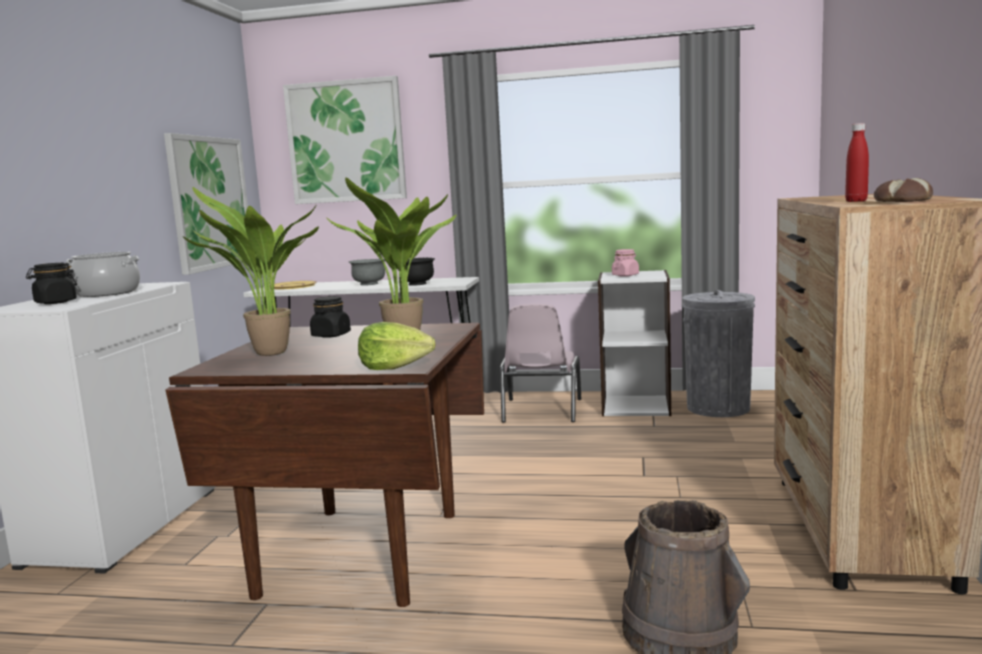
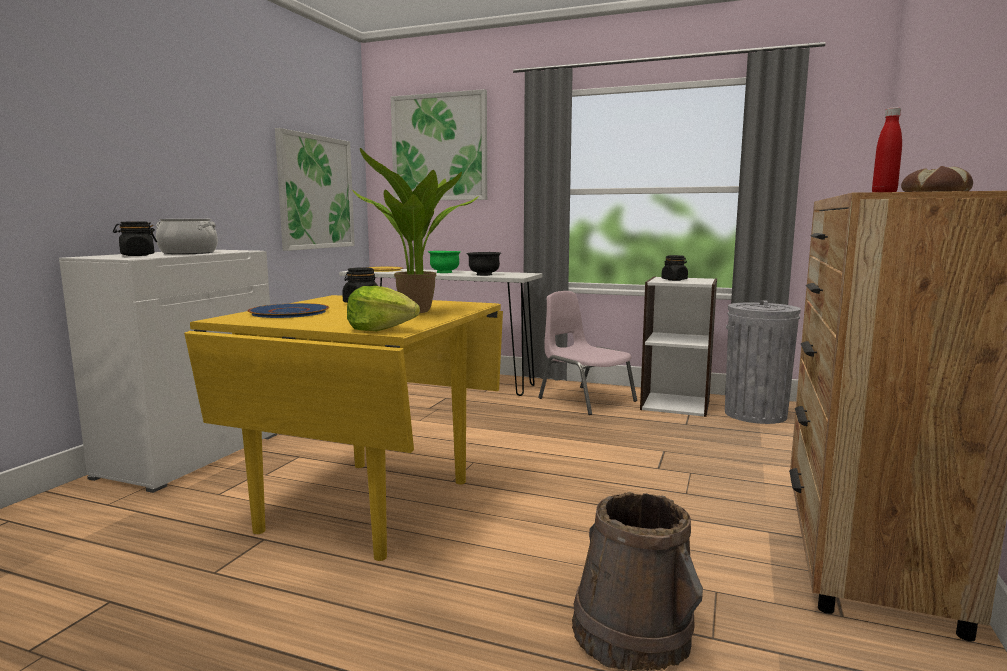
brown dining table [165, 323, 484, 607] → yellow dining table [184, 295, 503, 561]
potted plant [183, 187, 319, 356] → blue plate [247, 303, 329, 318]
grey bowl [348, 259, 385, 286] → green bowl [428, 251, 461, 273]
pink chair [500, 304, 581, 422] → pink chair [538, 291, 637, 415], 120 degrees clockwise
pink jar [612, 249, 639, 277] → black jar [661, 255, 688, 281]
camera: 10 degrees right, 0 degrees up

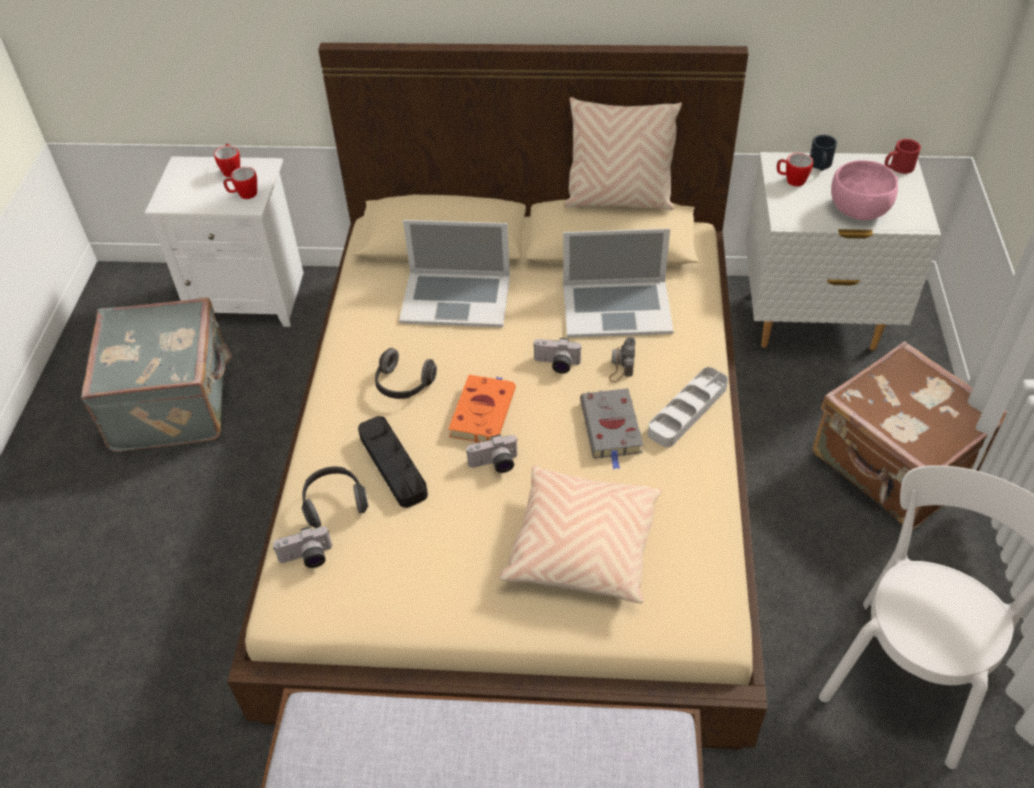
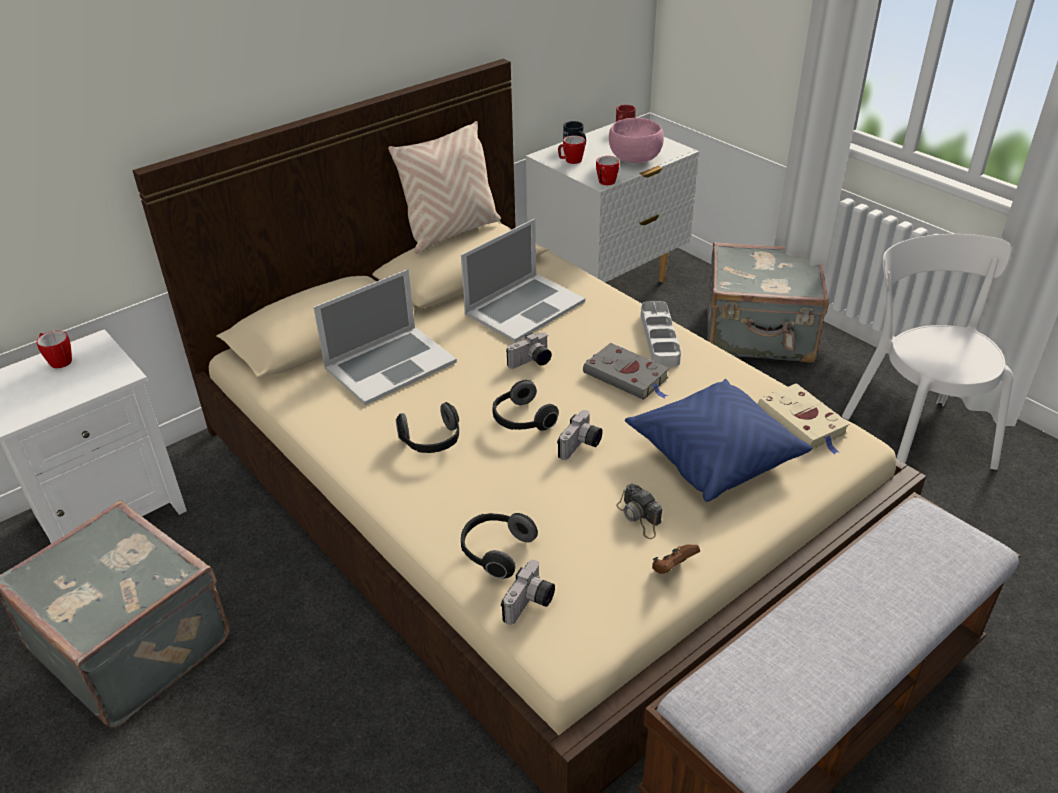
mug [223, 167, 257, 199] → mug [596, 156, 620, 185], moved
black tray [358, 416, 428, 508] → -
orange book [448, 375, 516, 443] → headphones [493, 380, 559, 431]
beige pillow [498, 465, 662, 603] → blue pillow [625, 379, 812, 502]
photo camera [609, 337, 635, 382] → photo camera [616, 483, 662, 539], moved
brown suitcase [812, 341, 1007, 530] → grey suitcase [707, 242, 829, 363]
- → brown game controller [652, 545, 700, 574]
- → beige book [758, 383, 850, 454]
camera: 45 degrees left, 10 degrees down

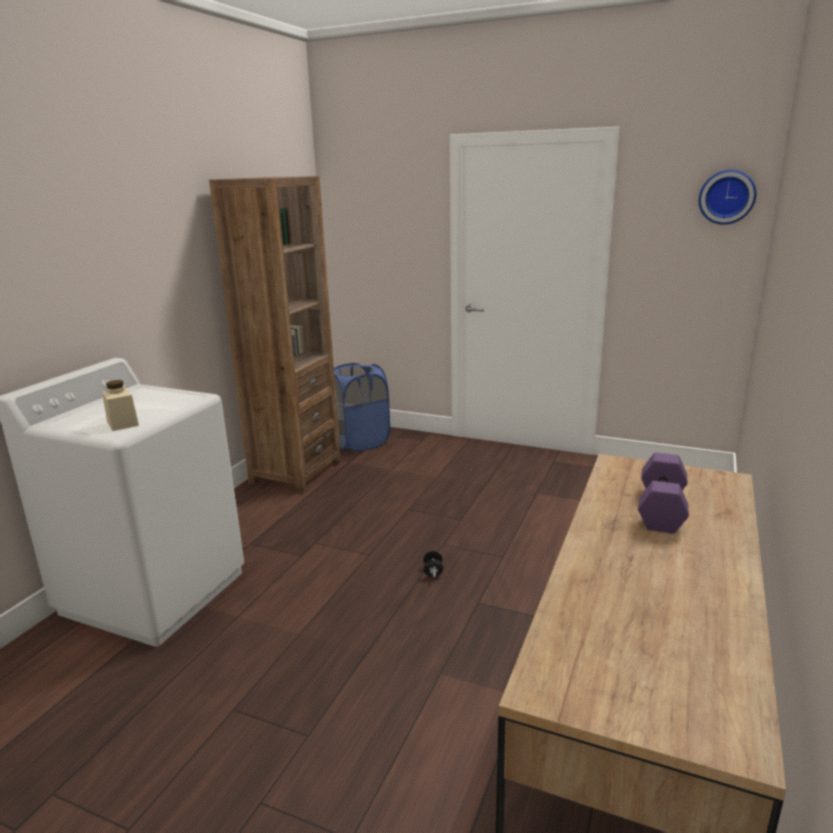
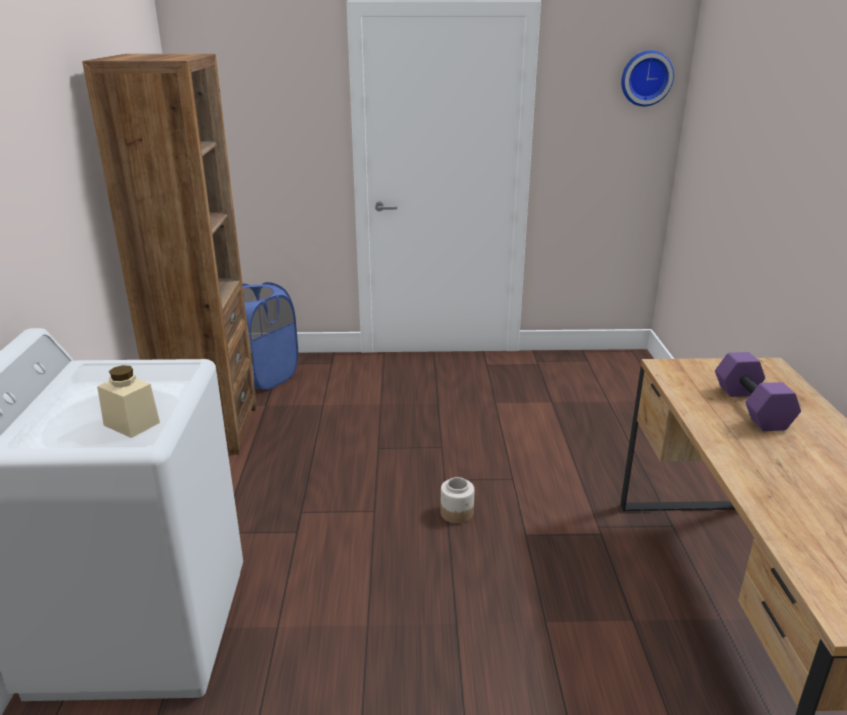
black dumbbell [423, 551, 443, 577] → jar [440, 477, 475, 524]
camera: 25 degrees left, 5 degrees up

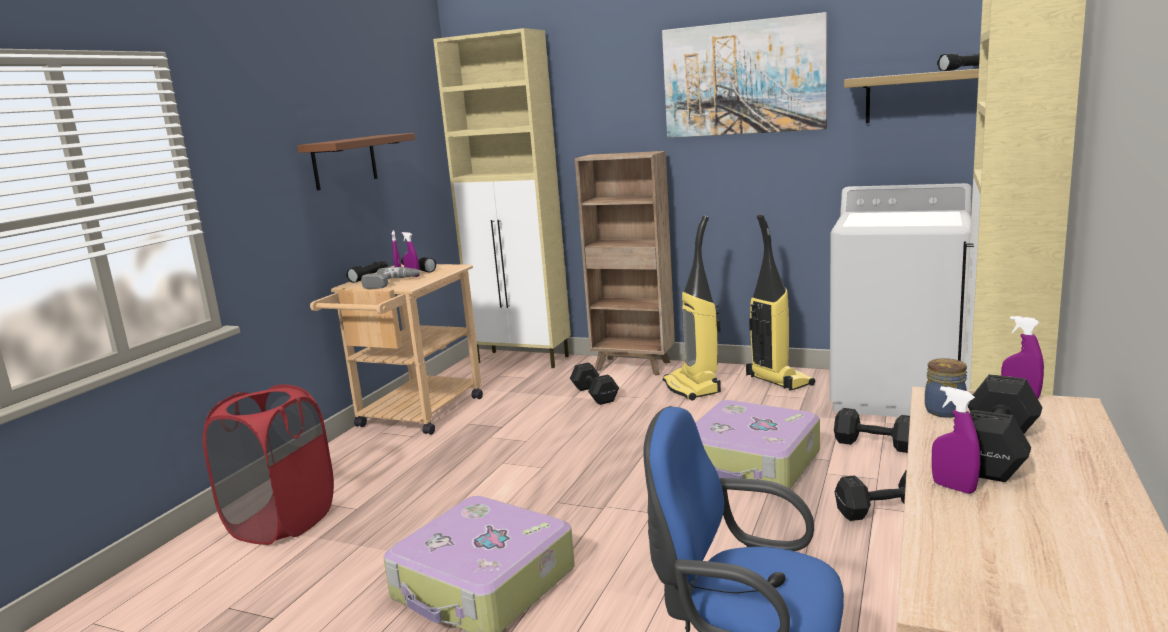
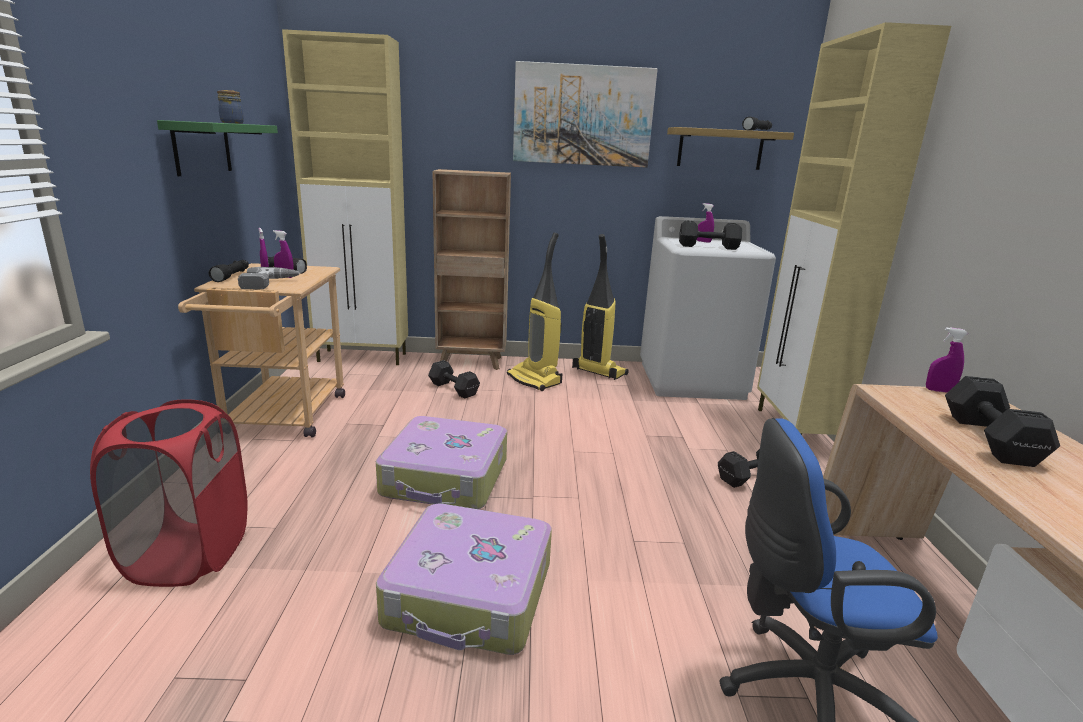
brown shelf [297, 133, 415, 190] → green shelf [157, 120, 278, 176]
suitcase [695, 400, 820, 489] → suitcase [376, 416, 507, 509], moved
black dumbbell [834, 408, 910, 453] → black dumbbell [679, 220, 742, 250], moved
jar [925, 358, 967, 418] → jar [217, 90, 244, 124], moved
purple spray bottle [932, 386, 980, 494] → purple spray bottle [697, 203, 714, 243], moved
camera: 25 degrees left, 5 degrees up

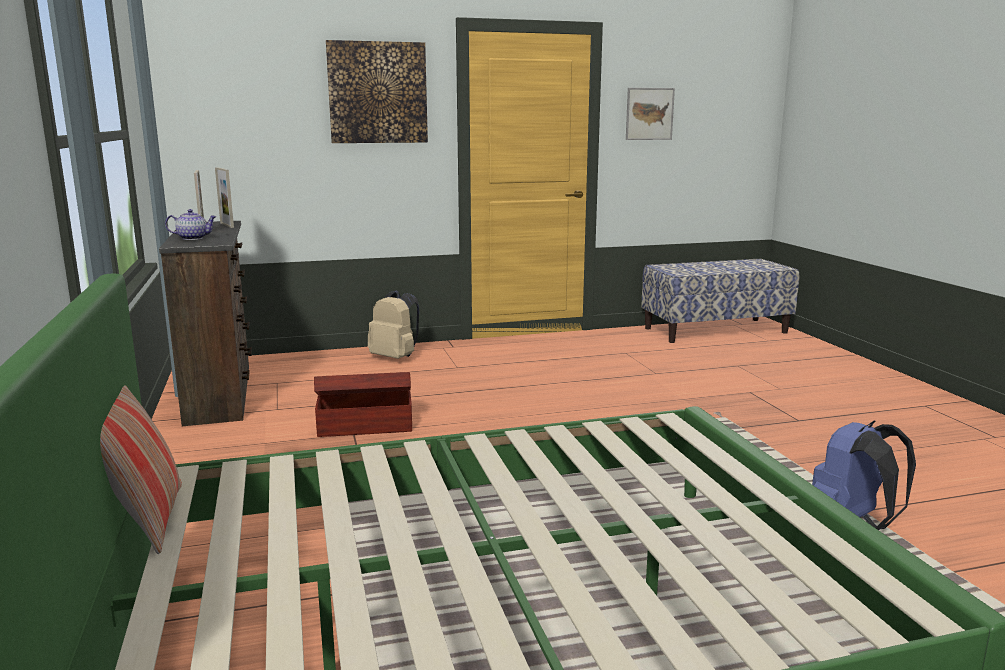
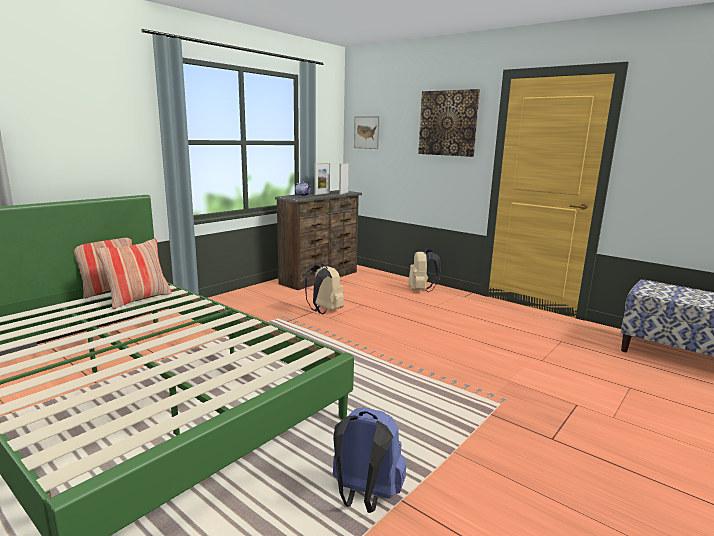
brown storage box [314, 372, 412, 437] → beige backpack [305, 264, 344, 315]
picture [626, 88, 675, 140] → picture [354, 116, 380, 149], moved
- → pillow [96, 239, 172, 309]
camera: 55 degrees right, 0 degrees up

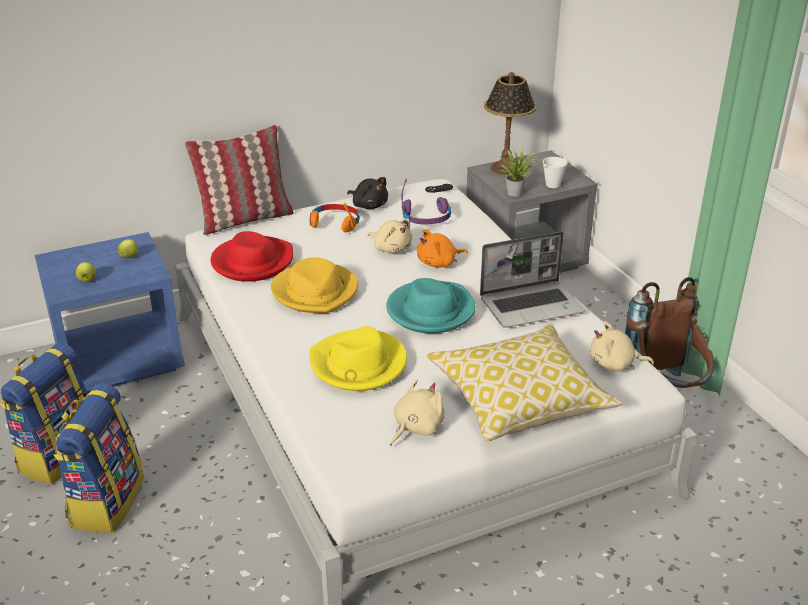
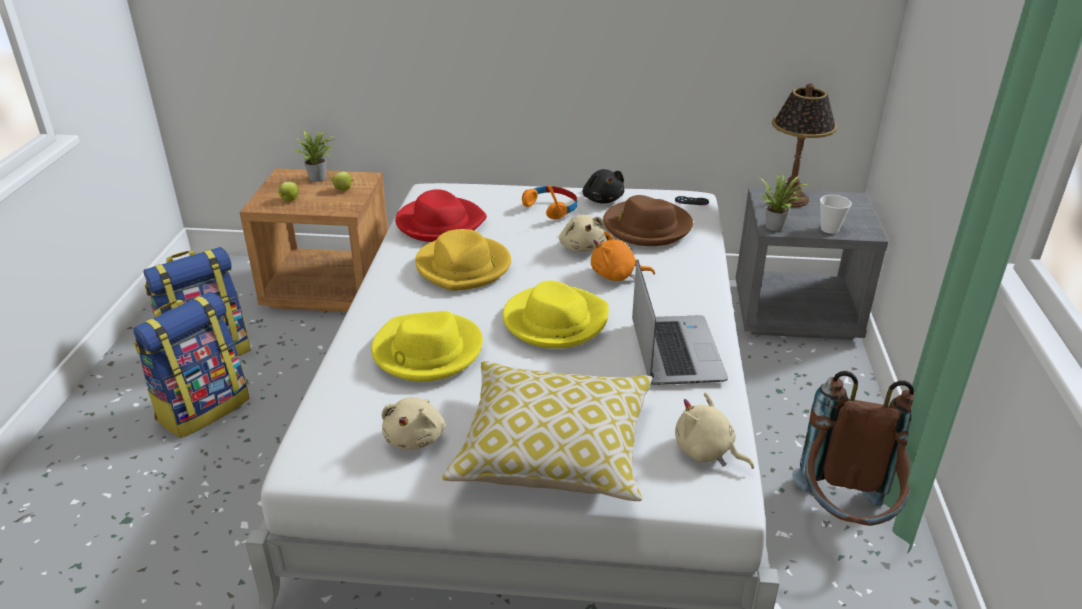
blue nightstand [35, 232, 185, 393] → brown nightstand [240, 168, 388, 312]
pillow [185, 125, 294, 235] → -
turquoise hat [386, 278, 476, 334] → yellow hat [503, 281, 609, 348]
beige plush toy [390, 379, 444, 446] → beige plush toy [382, 397, 445, 450], 120 degrees clockwise
purple headphones [402, 179, 451, 224] → brown hat [603, 195, 693, 246]
laptop [480, 231, 585, 328] → laptop [632, 260, 728, 385], 105 degrees counterclockwise
- → potted plant [294, 130, 336, 182]
camera: 30 degrees right, 0 degrees up

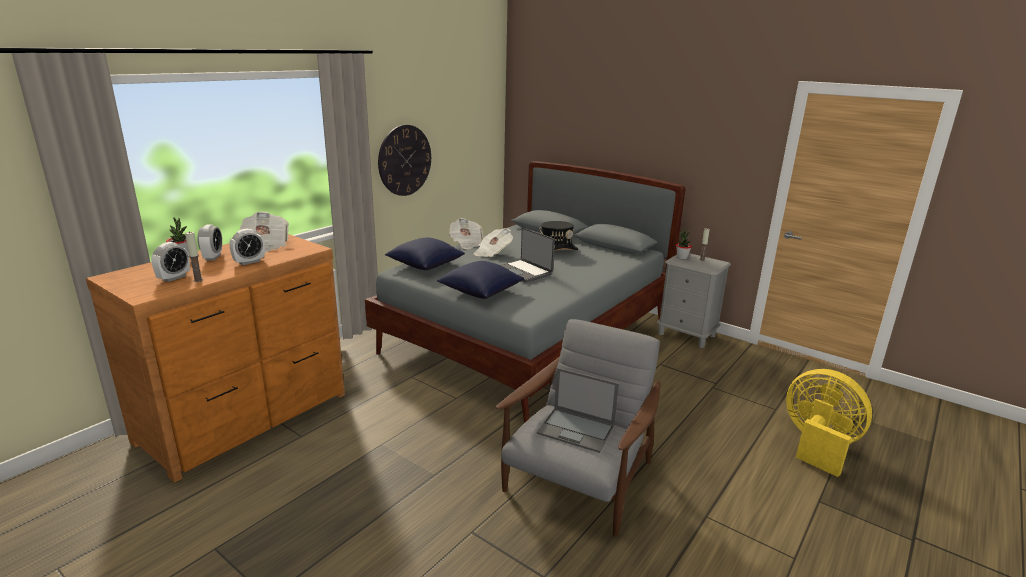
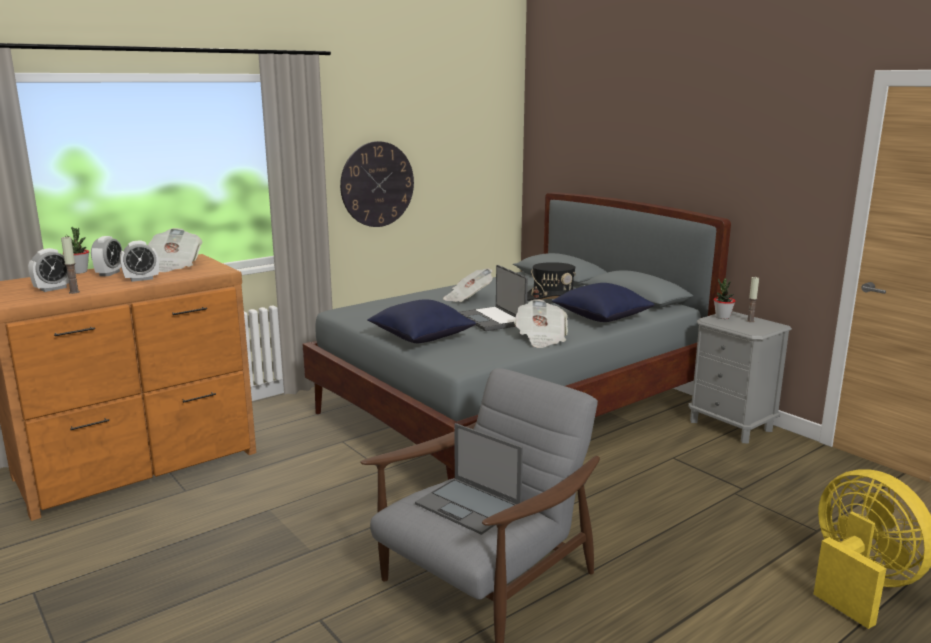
blue pillow [385, 238, 465, 270] → blue pillow [552, 283, 655, 322], moved
newspaper [449, 218, 483, 249] → newspaper [514, 299, 568, 348], moved
camera: 15 degrees right, 5 degrees down

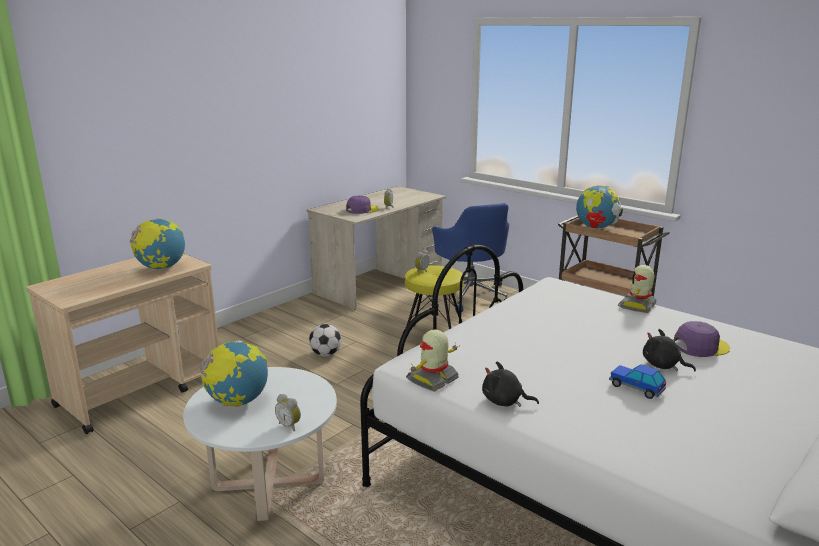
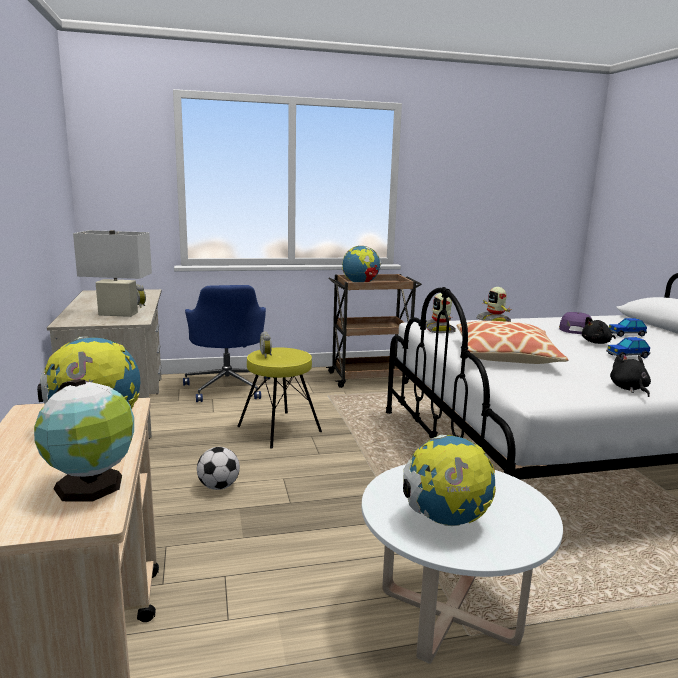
alarm clock [275, 394, 301, 431] → -
purple cap [346, 196, 379, 214] → white table lamp [73, 230, 152, 317]
toy robot [406, 329, 460, 392] → toy robot [426, 293, 456, 333], moved
blue office chair [428, 203, 509, 312] → blue office chair [183, 285, 270, 402], 60 degrees clockwise
black plush toy [482, 361, 539, 407] → black plush toy [610, 355, 651, 397], 120 degrees clockwise
- → globe [34, 379, 134, 502]
- → pillow [457, 321, 568, 364]
- → toy car [609, 318, 647, 337]
camera: 55 degrees left, 5 degrees down

